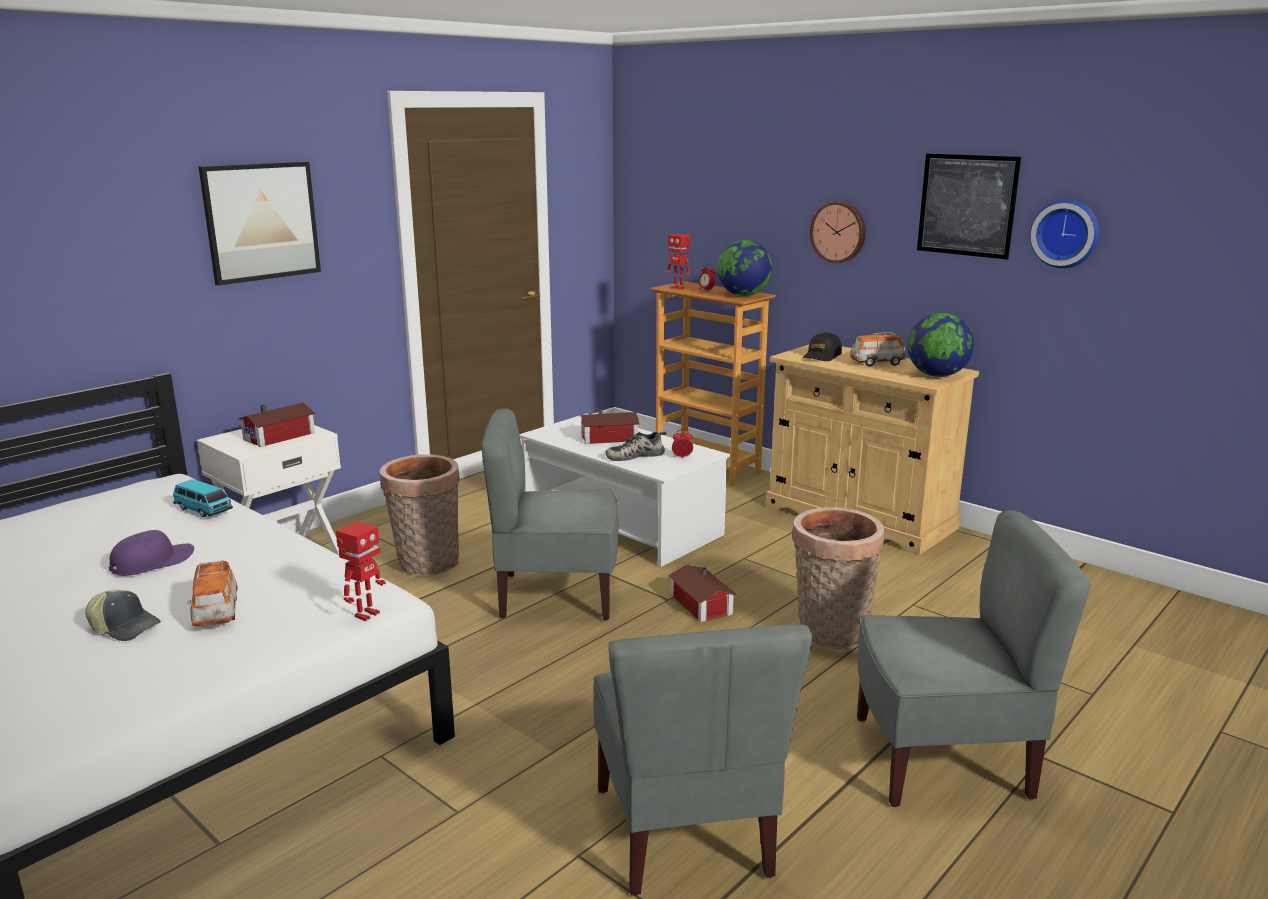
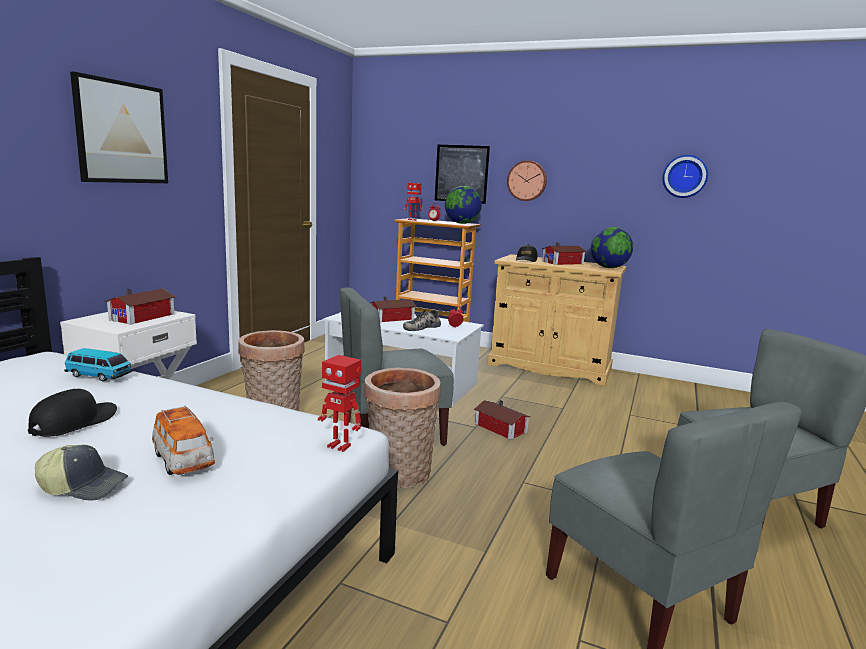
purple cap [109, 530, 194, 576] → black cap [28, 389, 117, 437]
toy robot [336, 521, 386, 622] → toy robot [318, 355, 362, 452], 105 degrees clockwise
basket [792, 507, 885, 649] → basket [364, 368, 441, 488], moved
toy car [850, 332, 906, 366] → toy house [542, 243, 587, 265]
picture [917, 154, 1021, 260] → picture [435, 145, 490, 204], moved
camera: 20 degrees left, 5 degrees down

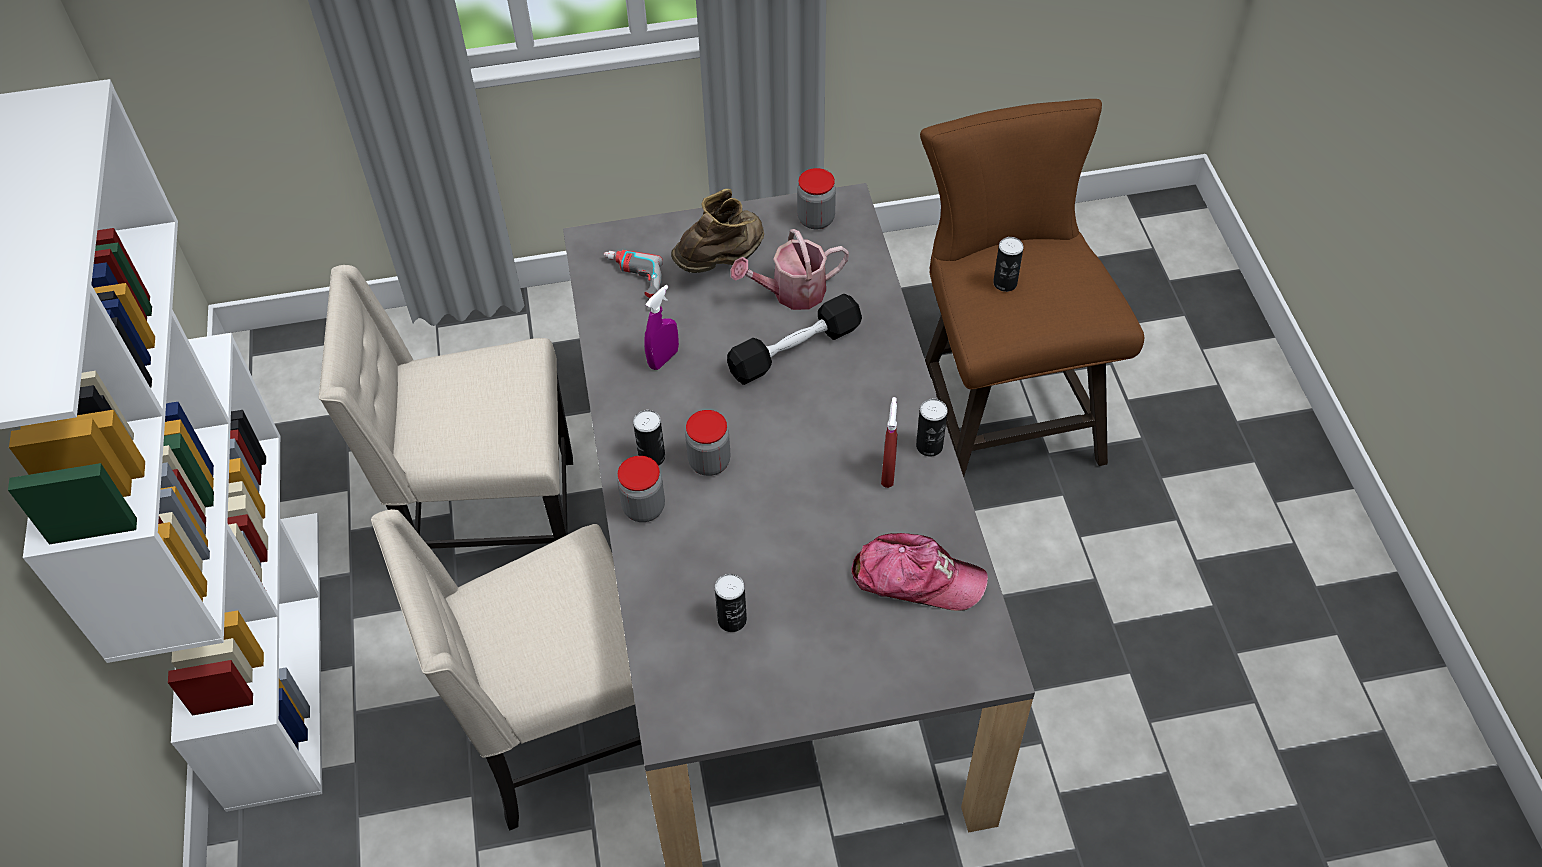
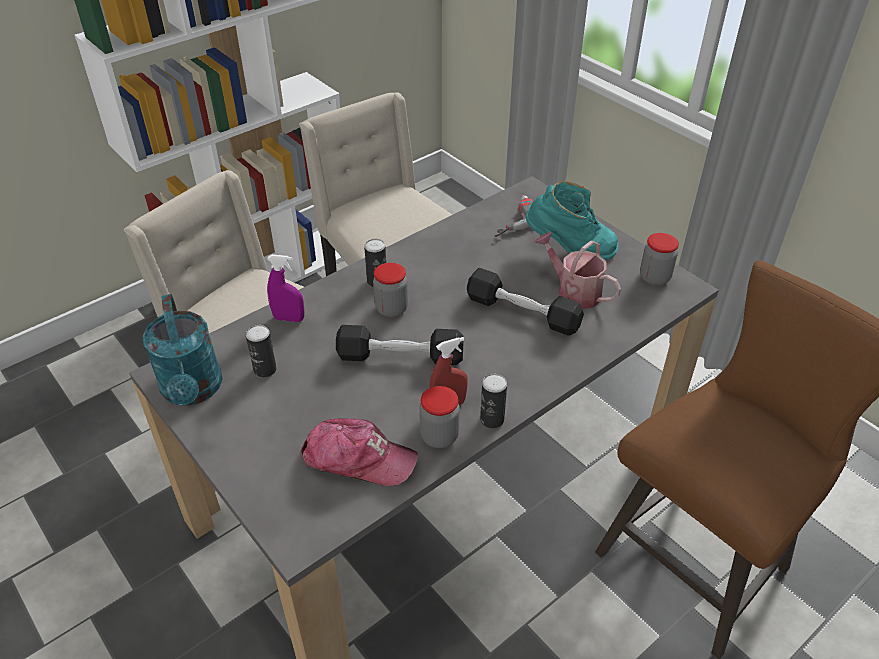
jar [617, 456, 665, 522] → jar [419, 386, 460, 448], moved
purple spray bottle [644, 285, 679, 370] → purple spray bottle [267, 254, 304, 322], moved
brown boot [671, 189, 764, 273] → turquoise boot [526, 181, 619, 260]
cap [851, 533, 988, 611] → cap [301, 418, 418, 486], 60 degrees counterclockwise
can [993, 237, 1024, 292] → -
- → turquoise watering can [143, 294, 223, 406]
- → black dumbbell [336, 325, 464, 365]
camera: 60 degrees right, 10 degrees down

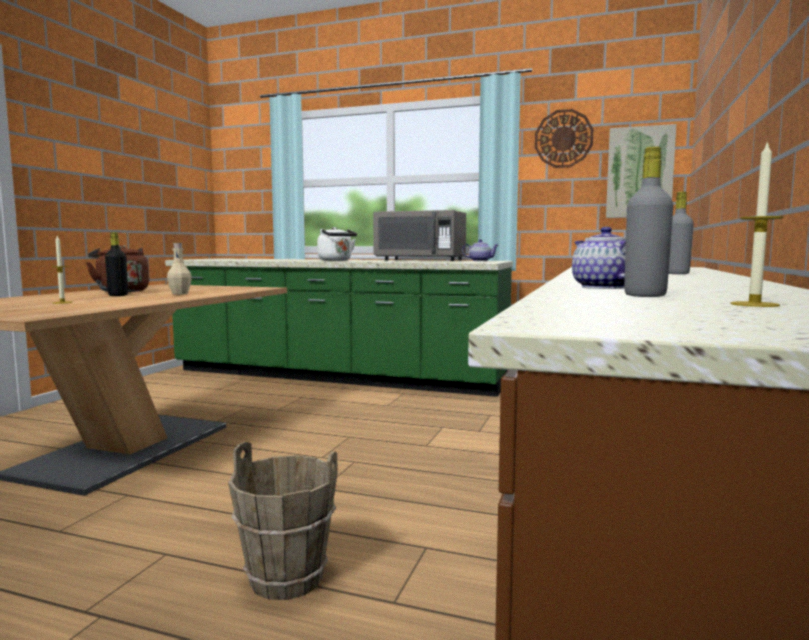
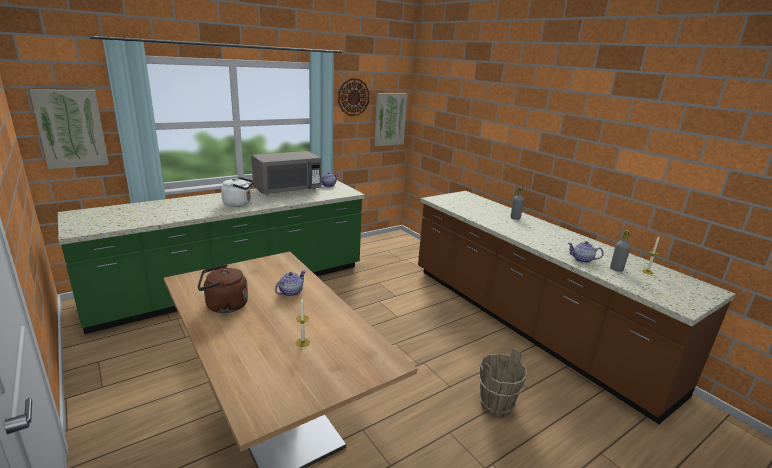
black bottle [105, 232, 128, 296] → -
beige bottle [167, 243, 192, 295] → teapot [275, 271, 306, 297]
- → picture [29, 90, 109, 169]
camera: 55 degrees left, 15 degrees up

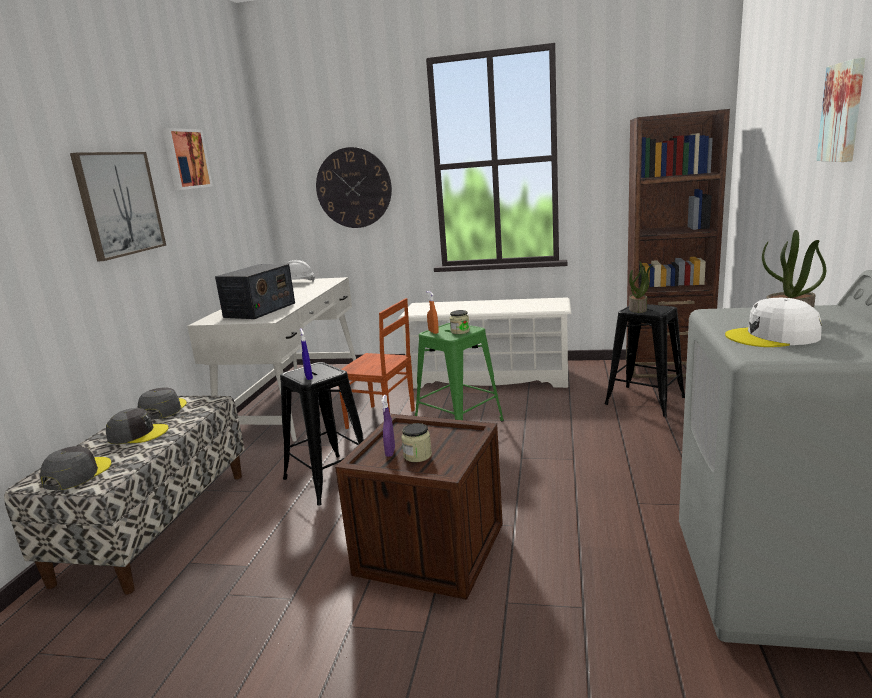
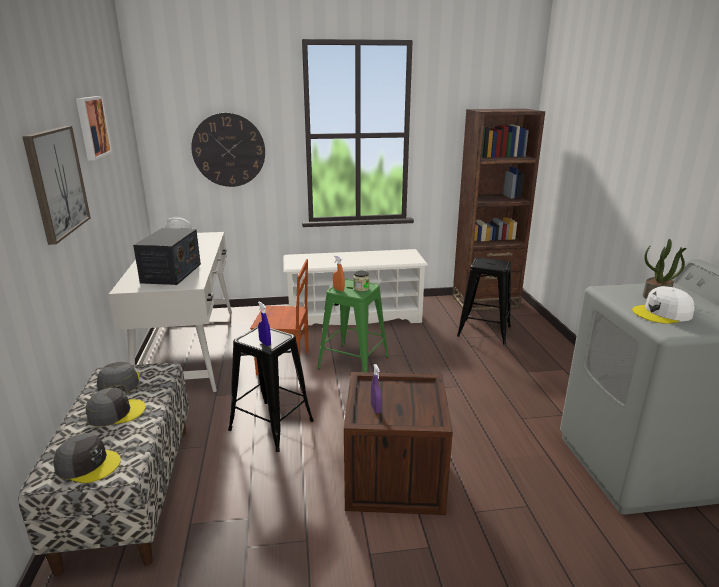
grey cap [40, 446, 111, 490] → grey cap [53, 433, 121, 483], 105 degrees clockwise
jar [401, 423, 432, 462] → -
potted plant [629, 262, 653, 313] → -
picture [816, 58, 865, 162] → -
camera: 20 degrees left, 5 degrees up

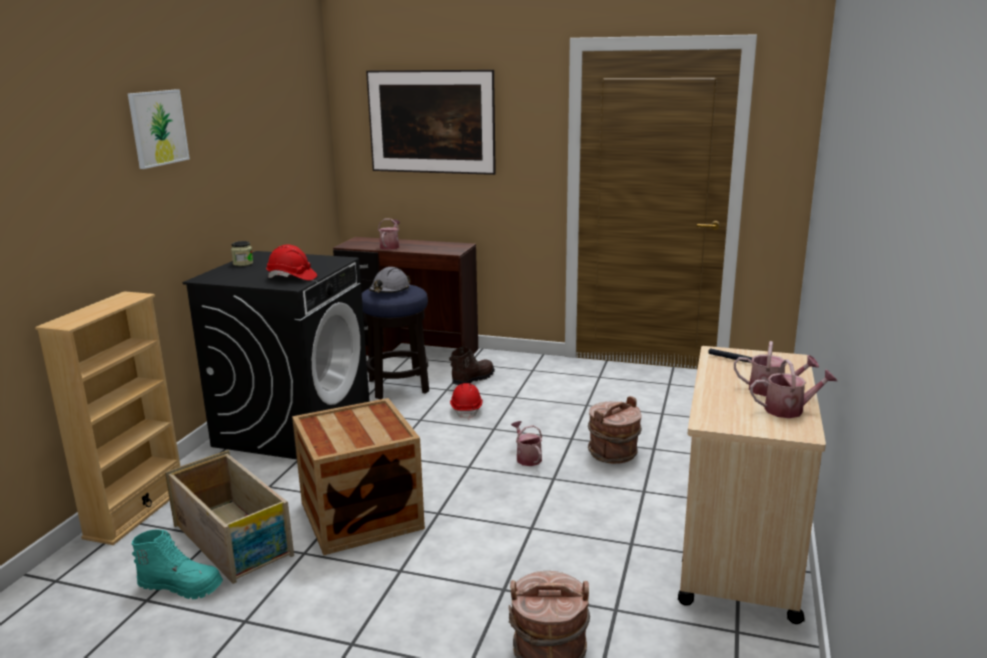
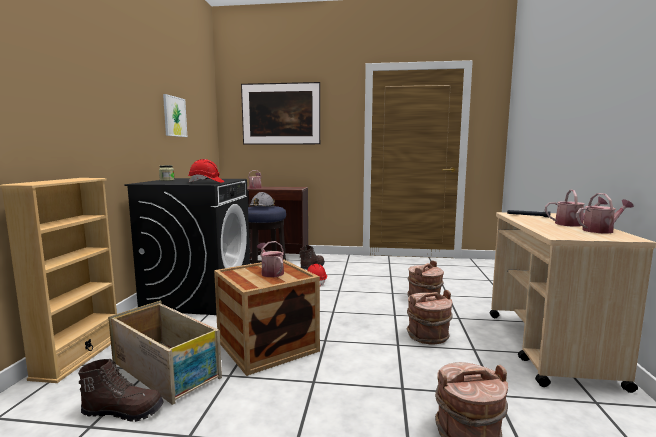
picture [128, 89, 190, 169] → picture [163, 94, 187, 137], moved
turquoise boot [132, 530, 223, 599] → brown boot [78, 358, 164, 422]
watering can [511, 421, 542, 466] → watering can [257, 241, 284, 277], moved
- → brown bucket [407, 290, 453, 345]
camera: 10 degrees left, 10 degrees down

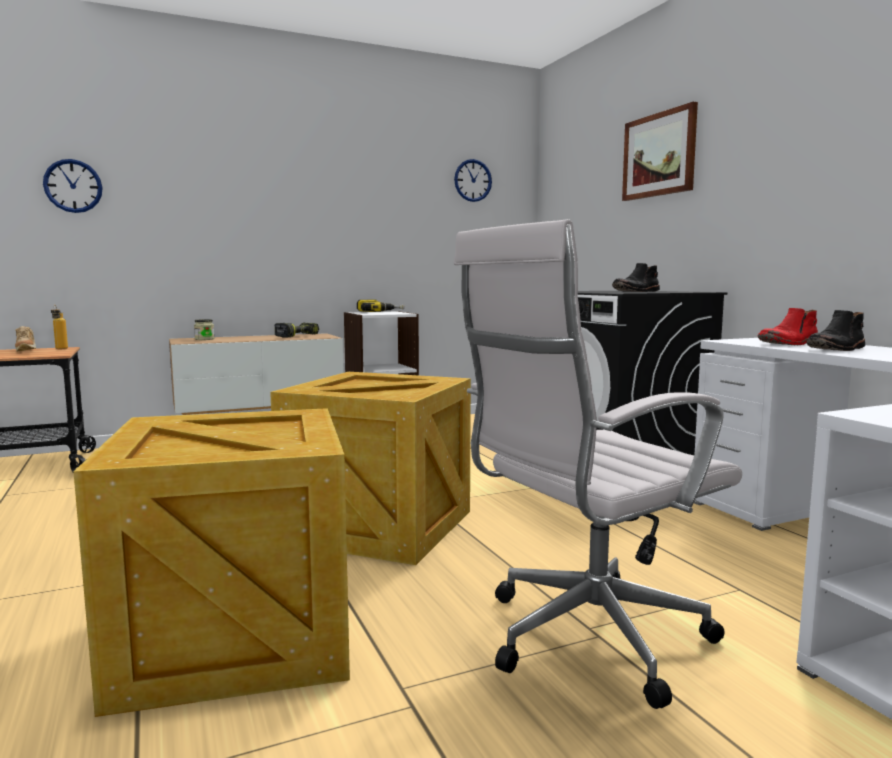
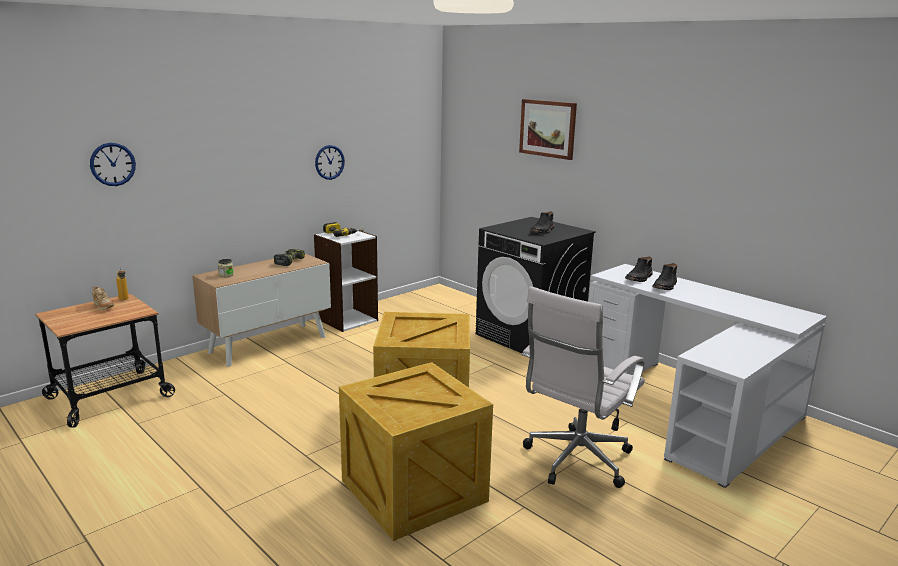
wall clock [454, 159, 492, 202] → wall clock [315, 145, 345, 180], moved
red boot [758, 308, 818, 345] → black boot [625, 257, 652, 282]
camera: 20 degrees left, 10 degrees up

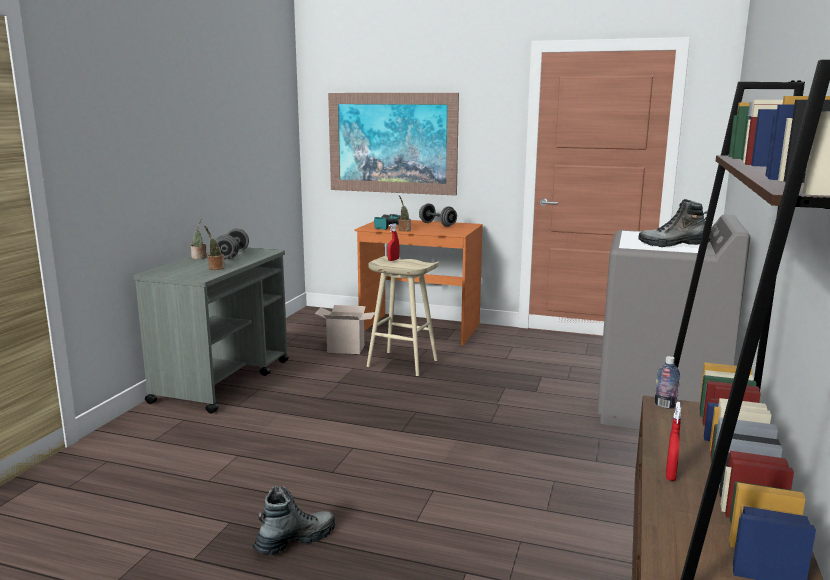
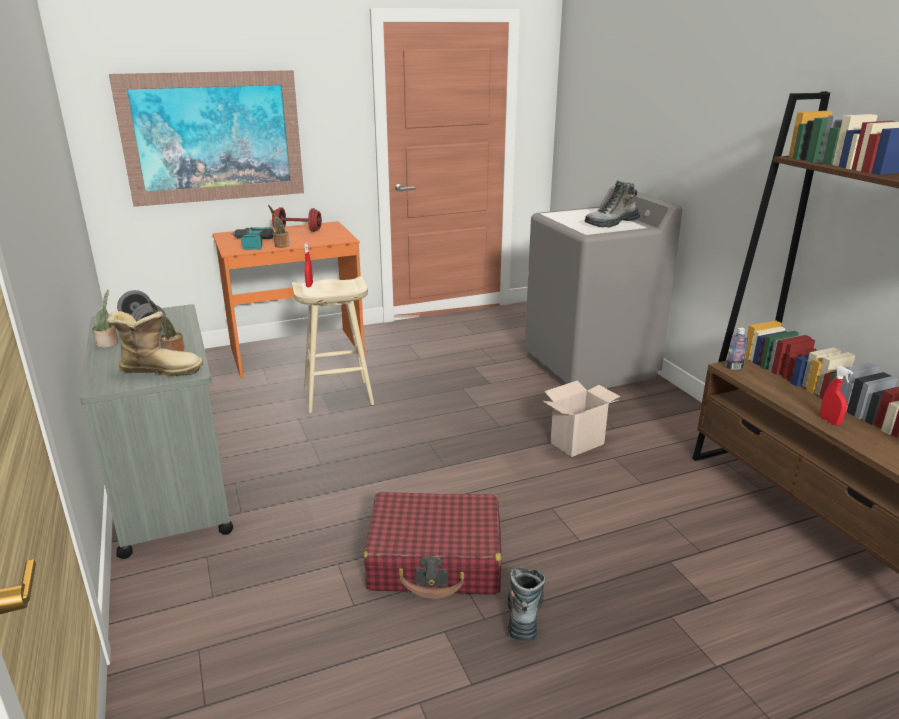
cardboard box [315, 305, 375, 354] → cardboard box [542, 380, 620, 457], moved
grey dumbbell [419, 203, 457, 227] → red dumbbell [272, 207, 322, 232]
- → boot [107, 311, 203, 376]
- → red suitcase [363, 492, 502, 599]
camera: 40 degrees left, 10 degrees up

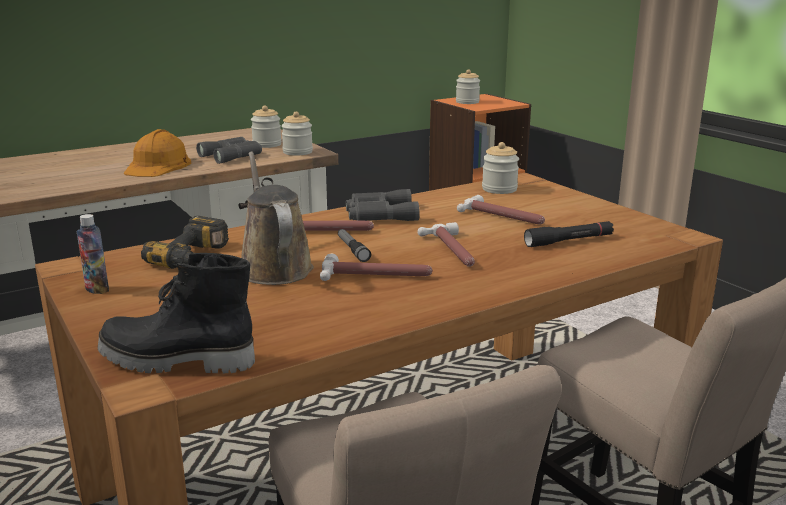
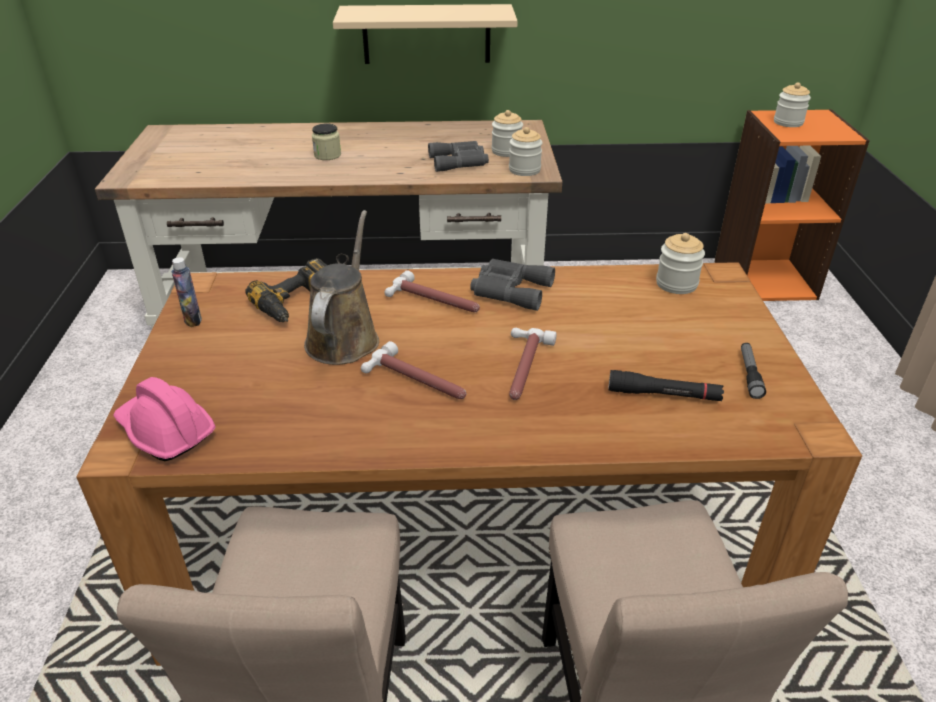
black boot [98, 253, 255, 373] → pink hard hat [113, 377, 215, 461]
orange hard hat [124, 129, 191, 177] → -
flashlight [338, 229, 371, 262] → flashlight [741, 343, 766, 399], moved
hammer [457, 195, 545, 224] → -
- → jar [312, 123, 341, 160]
- → beige shelf [333, 4, 518, 64]
camera: 30 degrees right, 15 degrees up

